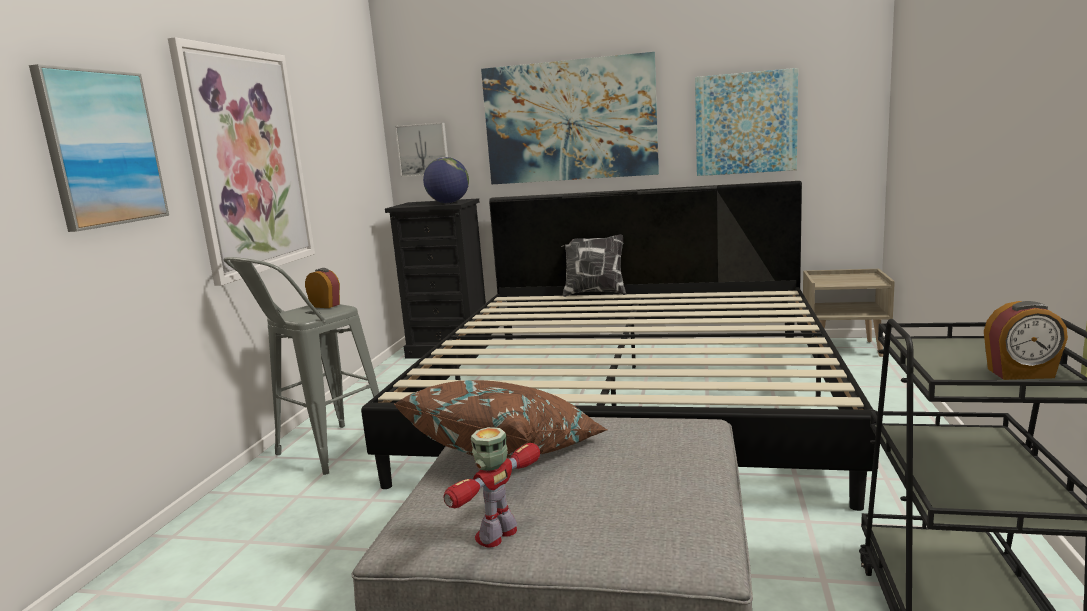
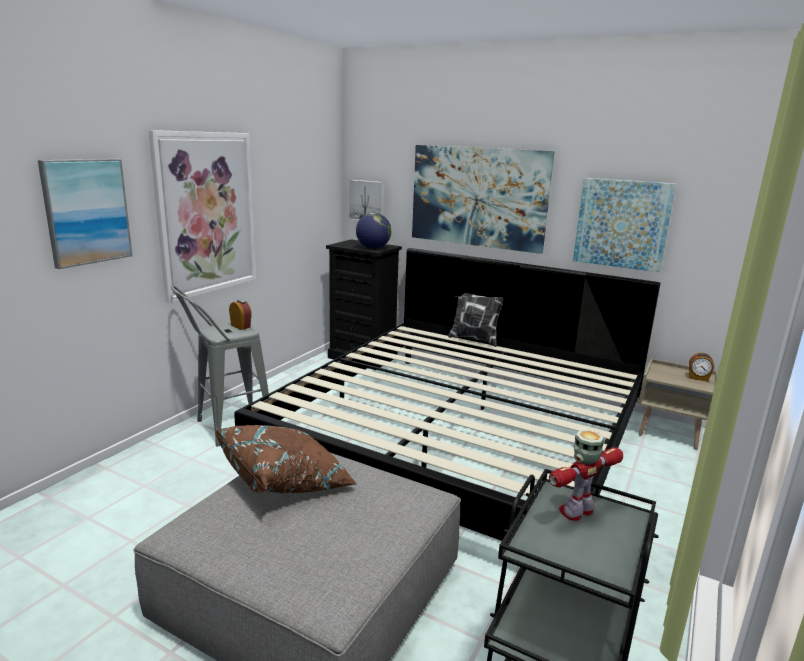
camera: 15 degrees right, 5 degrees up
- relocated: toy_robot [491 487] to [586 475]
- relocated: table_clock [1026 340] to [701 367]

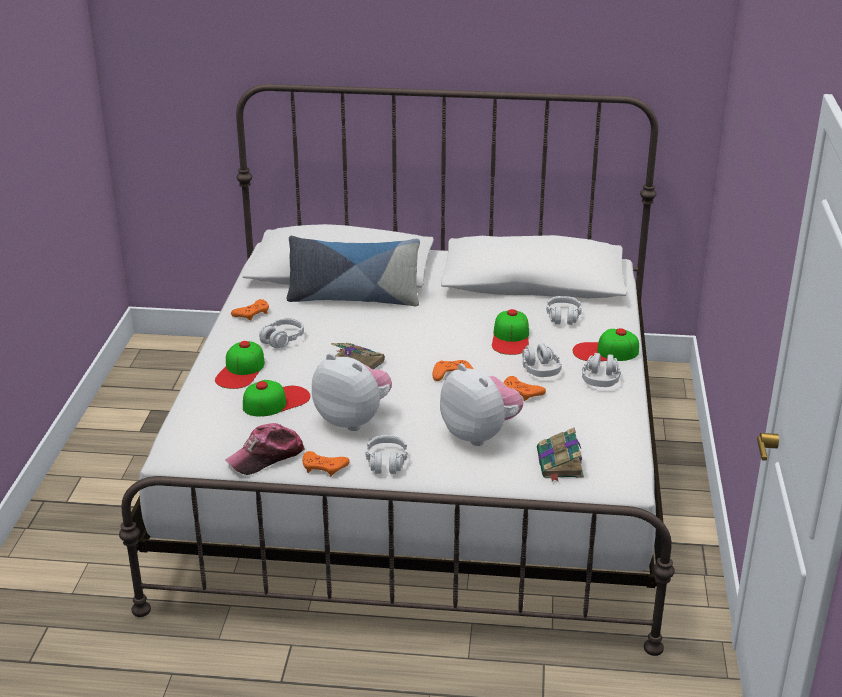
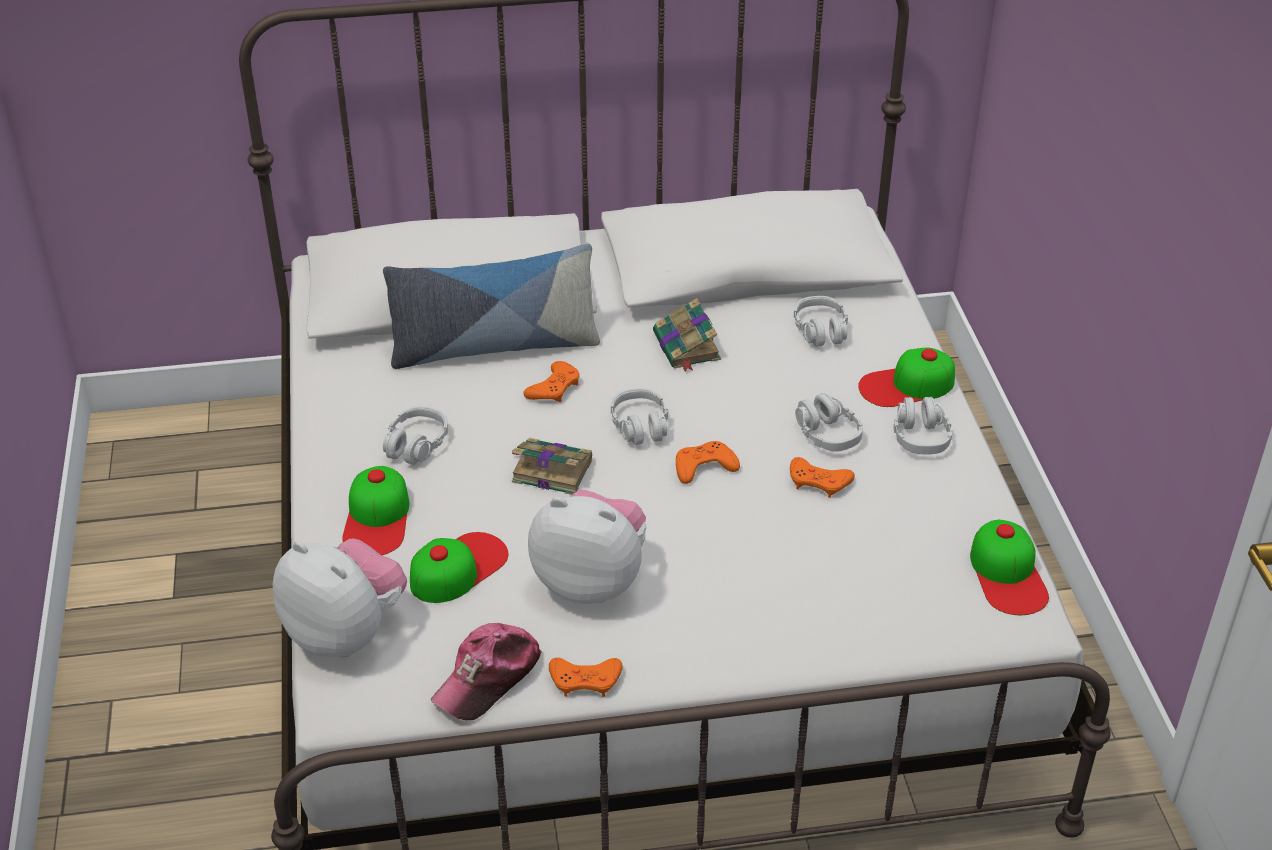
camera: 15 degrees left, 10 degrees up
- relocated: orangey_gamepad [250 310] to [551 381]
- relocated: greyish_headphones [386 454] to [639 416]
- relocated: cuddly_toy [481 405] to [340 597]
- relocated: baseball_cap [510 332] to [1009 567]
- relocated: book [560 455] to [687 335]

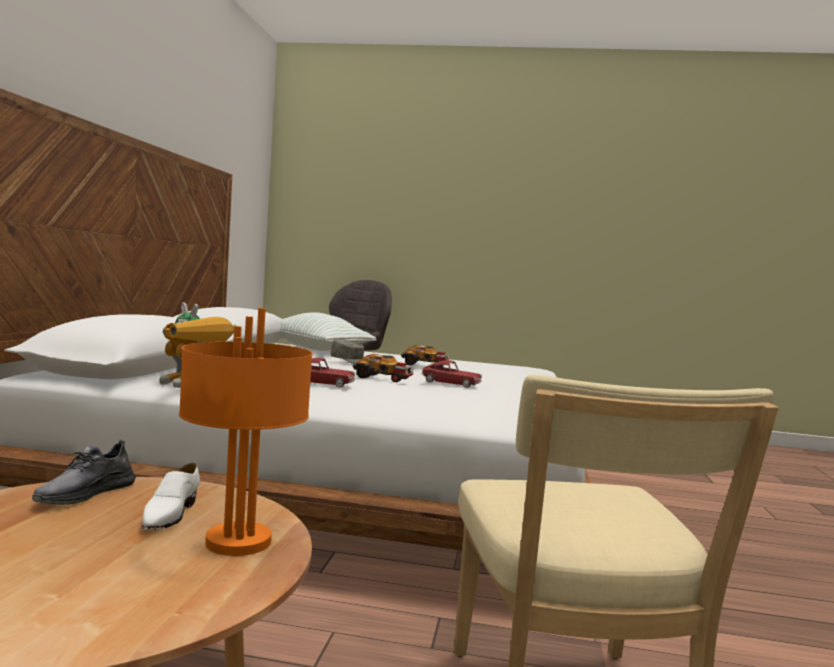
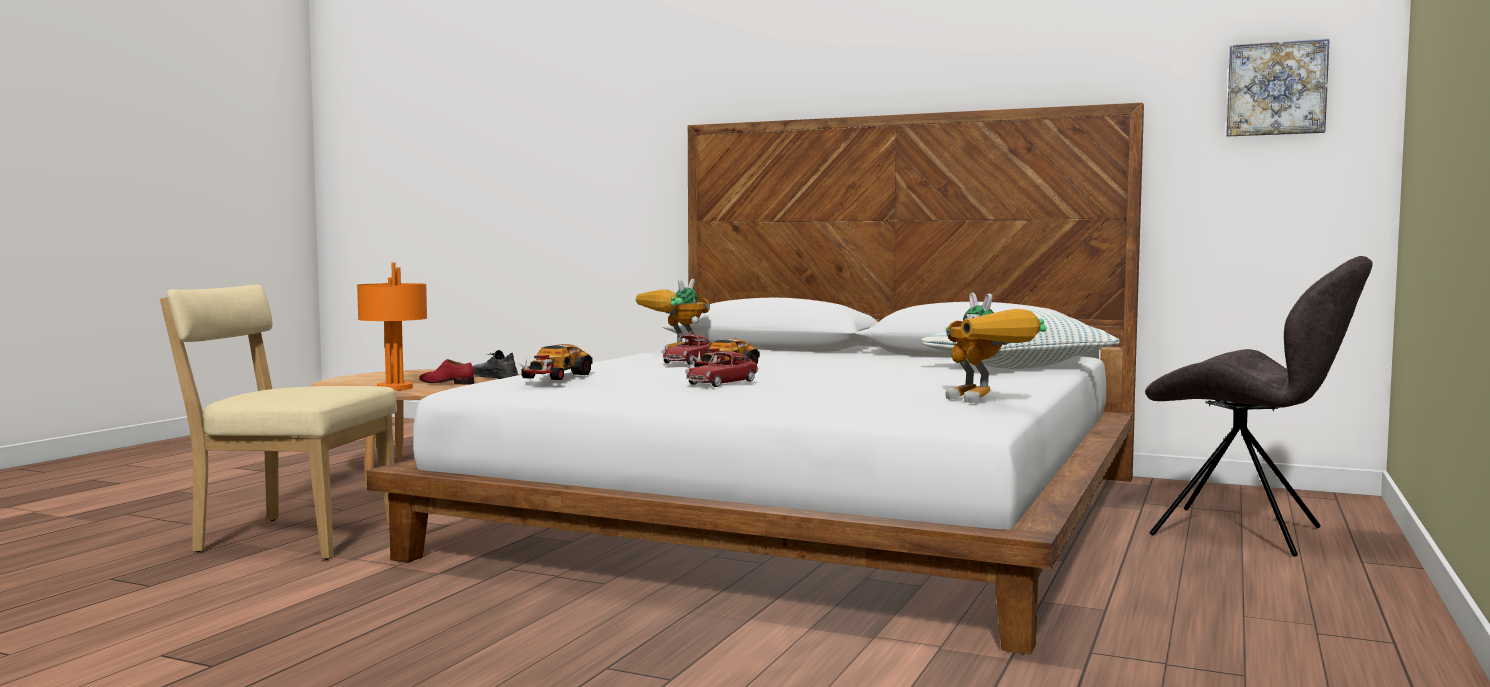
camera: 105 degrees right, 0 degrees up
- missing: greyish_baseball_cap [347 351]
- appeared: toy_robot [996 348]
- appeared: wall_picture [1278 88]
- relocated: miniature_car [425 356] to [556 362]
- colour: whitish_item_of_footwear [171 496] to red_item_of_footwear [446 372]

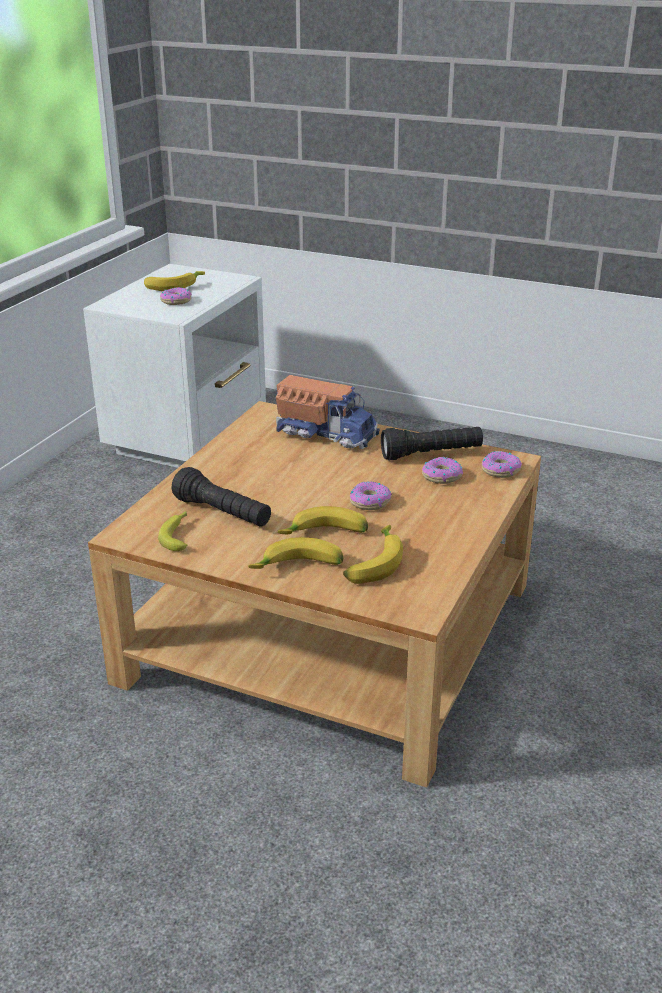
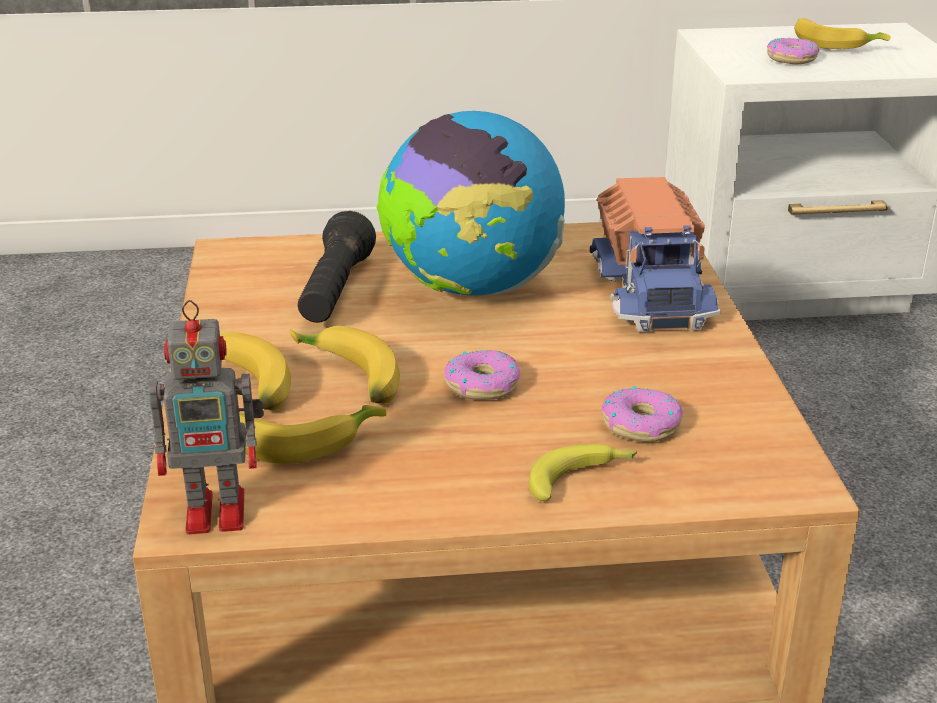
camera: 60 degrees right, 0 degrees up
- missing: black-coloured_flashlight [432 443]
- missing: ring_doughnut [502 464]
- appeared: toy_robot [206 417]
- appeared: desk_globe [470 203]
- relocated: banana_fruit [172 531] to [583 472]

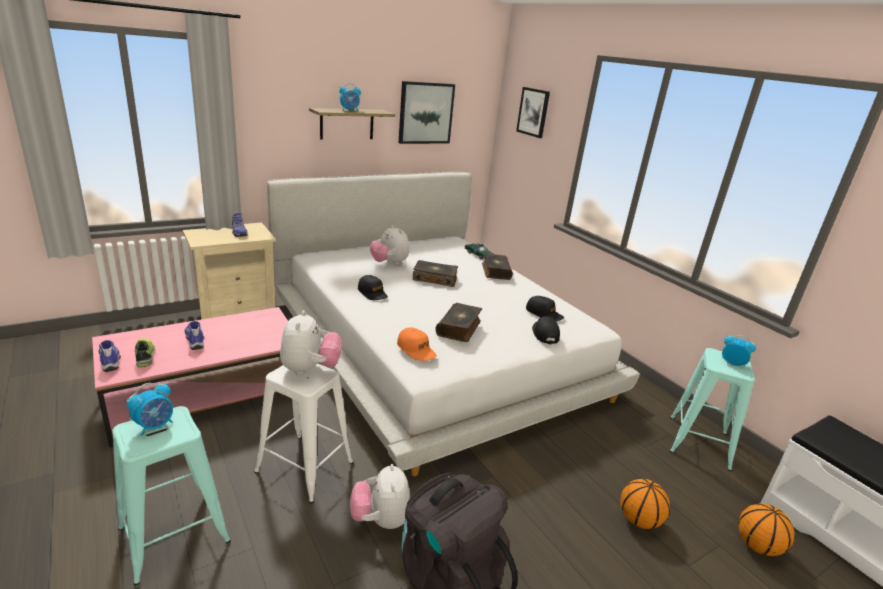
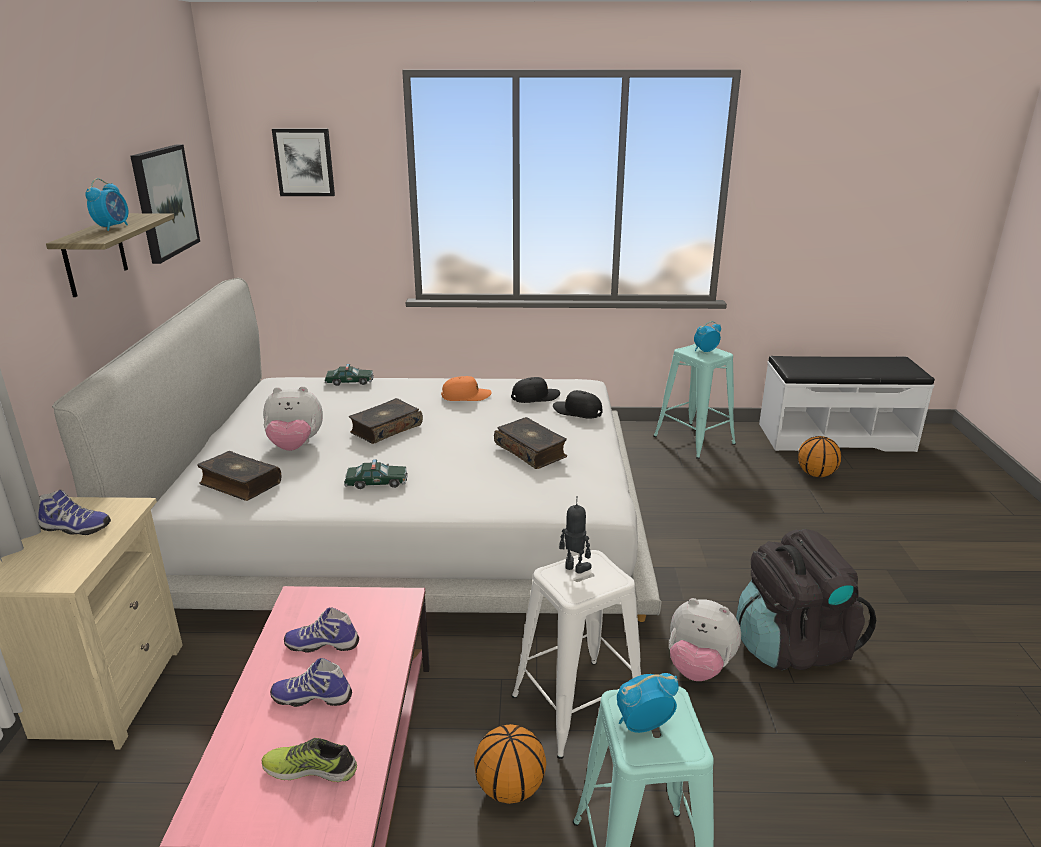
camera: 55 degrees left, 0 degrees up
- relocated: item_of_footwear [110 356] to [321 630]
- relocated: orangey_baseball_cap [417 344] to [466 388]
- relocated: book [497 266] to [239 476]
- relocated: ball_for_basketball [645 504] to [510 764]
- exchanged: cuddly_toy [311 342] to toy_robot [575 535]
- exchanged: black-coloured_baseball_cap [373 287] to miniature_car [376 474]
- spun: table_clock [150 409] = [648 703] 90 degrees counterclockwise

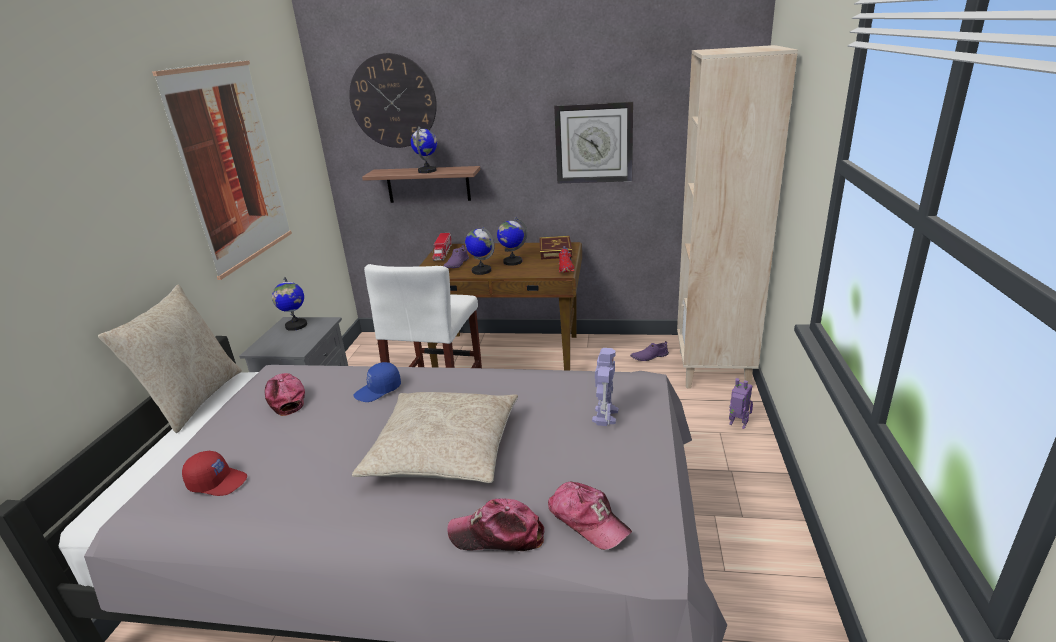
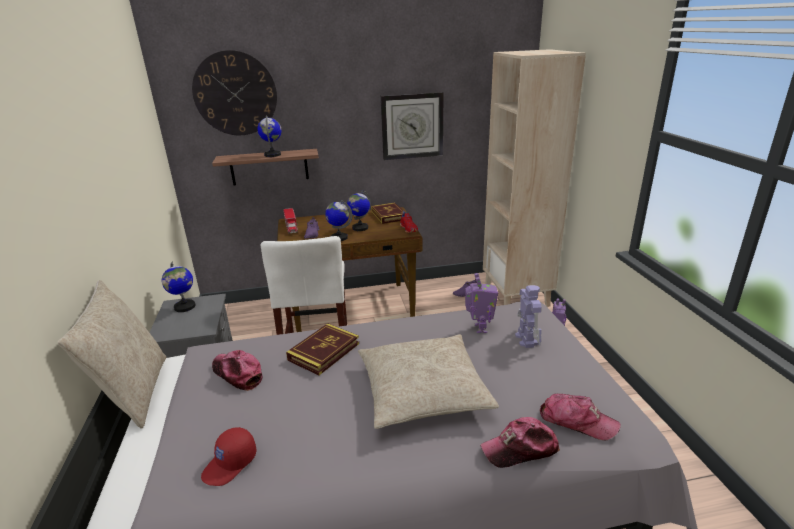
camera: 20 degrees left, 0 degrees up
- missing: wall_picture [222 170]
- appeared: toy_robot [481 303]
- exchanged: blue_baseball_cap [377 382] to book [322 349]
- spun: red_baseball_cap [214 473] = [229 456] 135 degrees clockwise

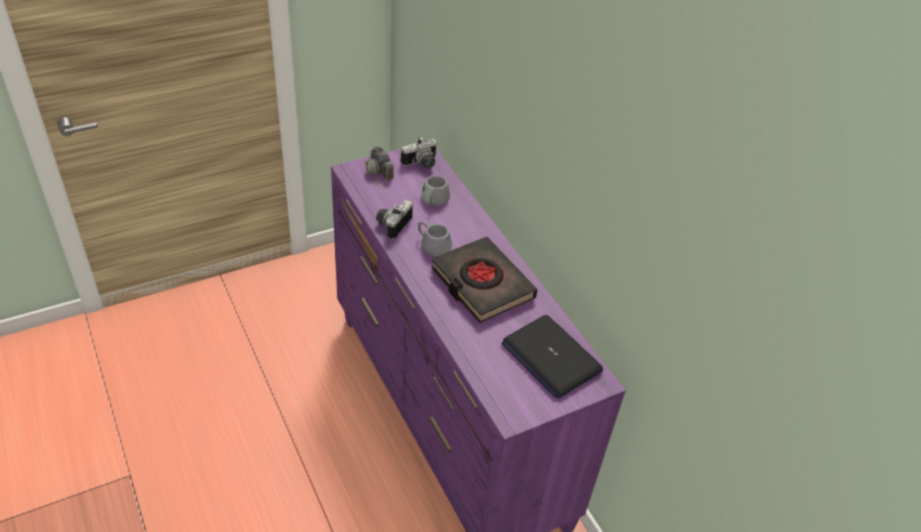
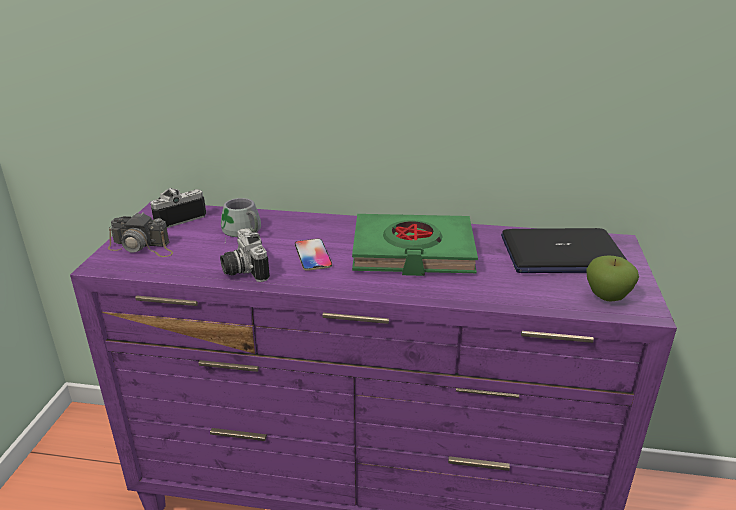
camera: 50 degrees left, 15 degrees down
- appeared: whole_apple [612 278]
- exchanged: greyish_tea_mug [435 238] to telephone [313 255]
- colour: black-coloured_book [484 279] to green_book [415 245]
- spun: photo_camera [419 153] = [178 208] 135 degrees counterclockwise

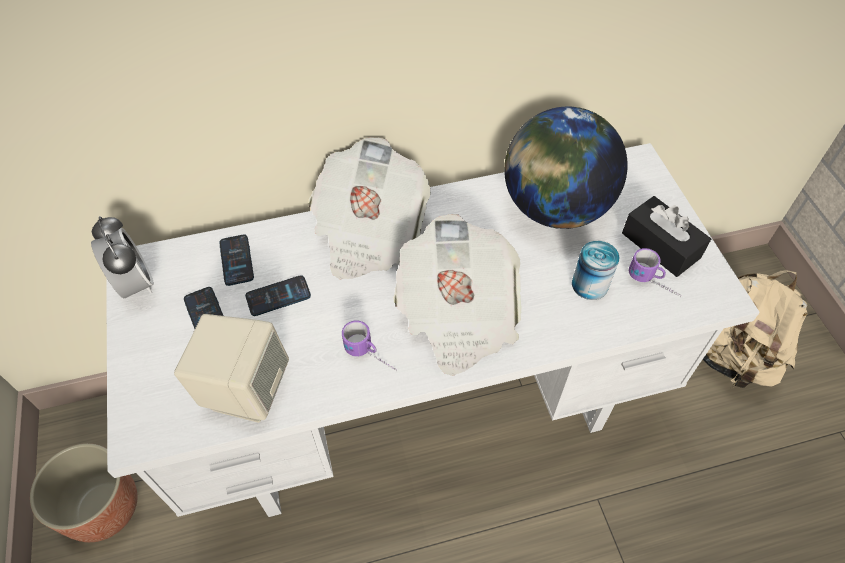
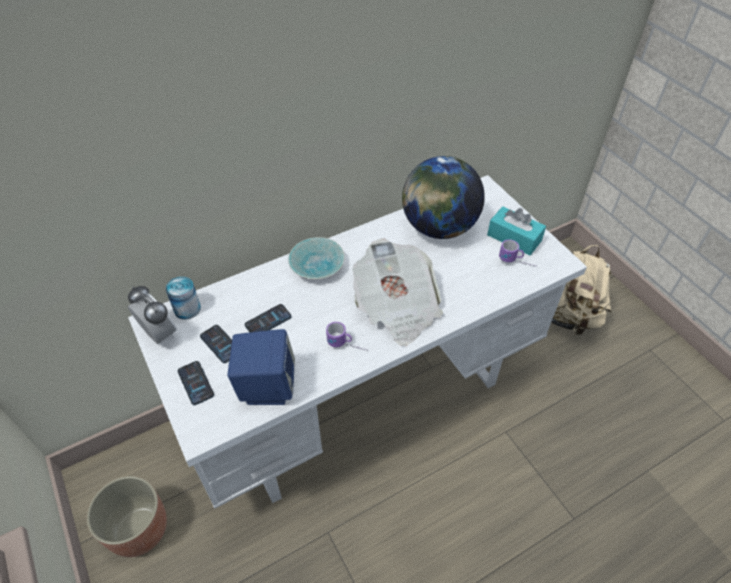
camera: 15 degrees left, 5 degrees down
- relocated: telephone [236 260] to [196 383]
- relocated: metal_can [595 270] to [183 298]
- exchanged: daily_paper [370 208] to turquoise-coloured_bowl [316 258]
- colour: beige_speaker [231 368] to blue_speaker [261 367]
- colour: black-coloured_tissue_box [666 236] to turquoise-coloured_tissue_box [516 230]

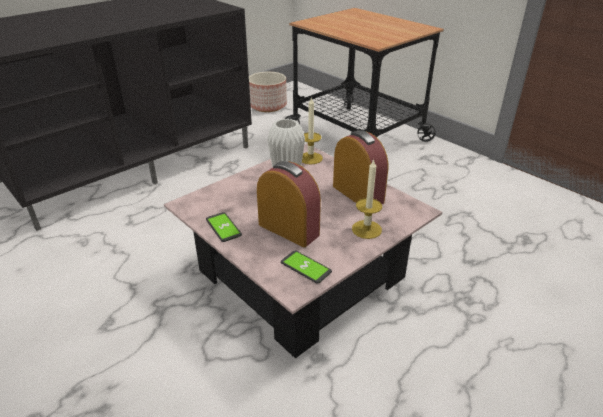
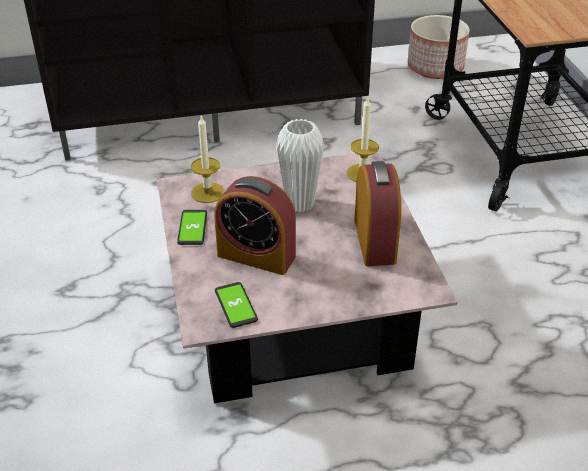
camera: 30 degrees right, 5 degrees up
- relocated: candle [367 199] to [207 159]
- spun: table_clock [289 204] = [255 225] 135 degrees clockwise

